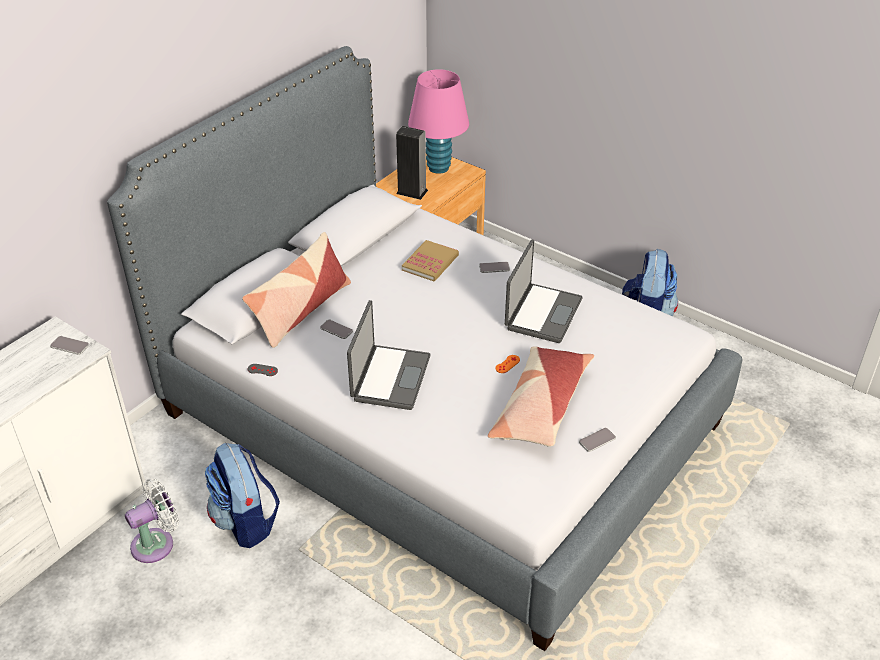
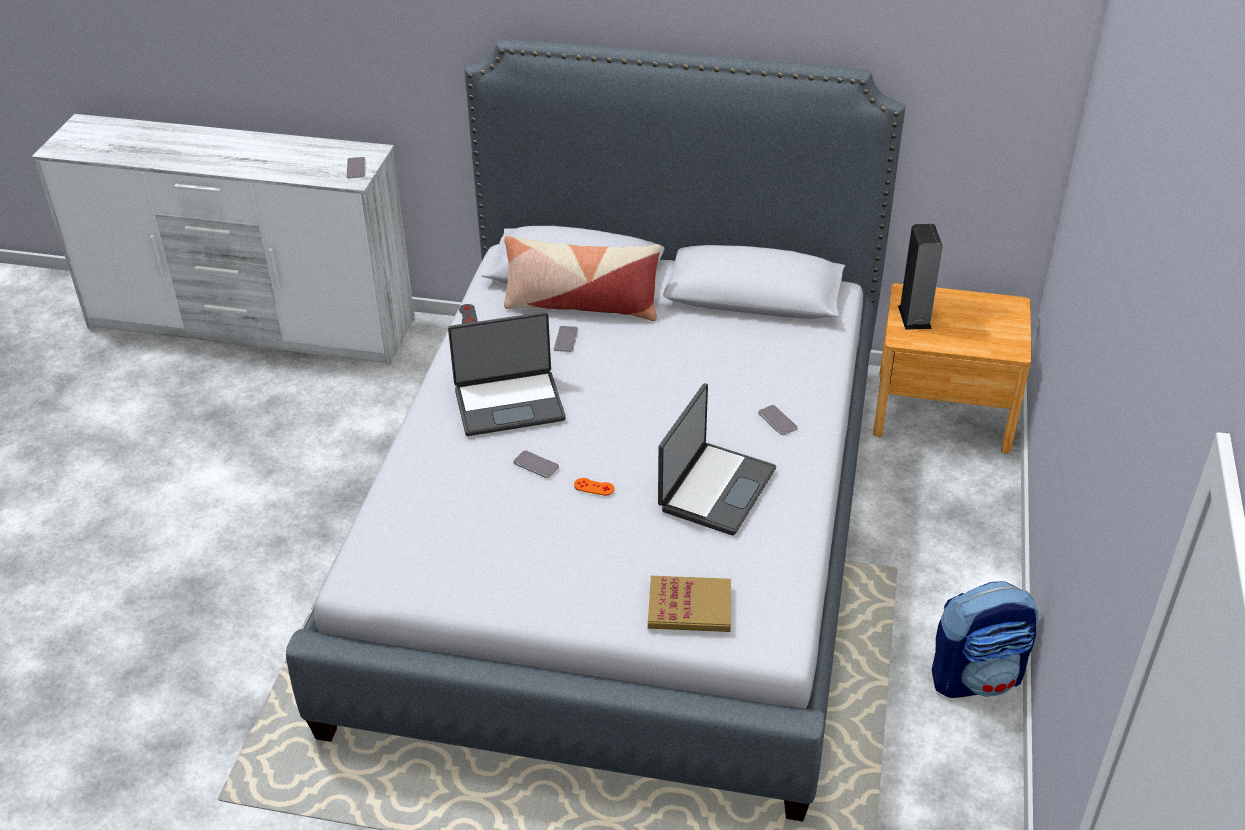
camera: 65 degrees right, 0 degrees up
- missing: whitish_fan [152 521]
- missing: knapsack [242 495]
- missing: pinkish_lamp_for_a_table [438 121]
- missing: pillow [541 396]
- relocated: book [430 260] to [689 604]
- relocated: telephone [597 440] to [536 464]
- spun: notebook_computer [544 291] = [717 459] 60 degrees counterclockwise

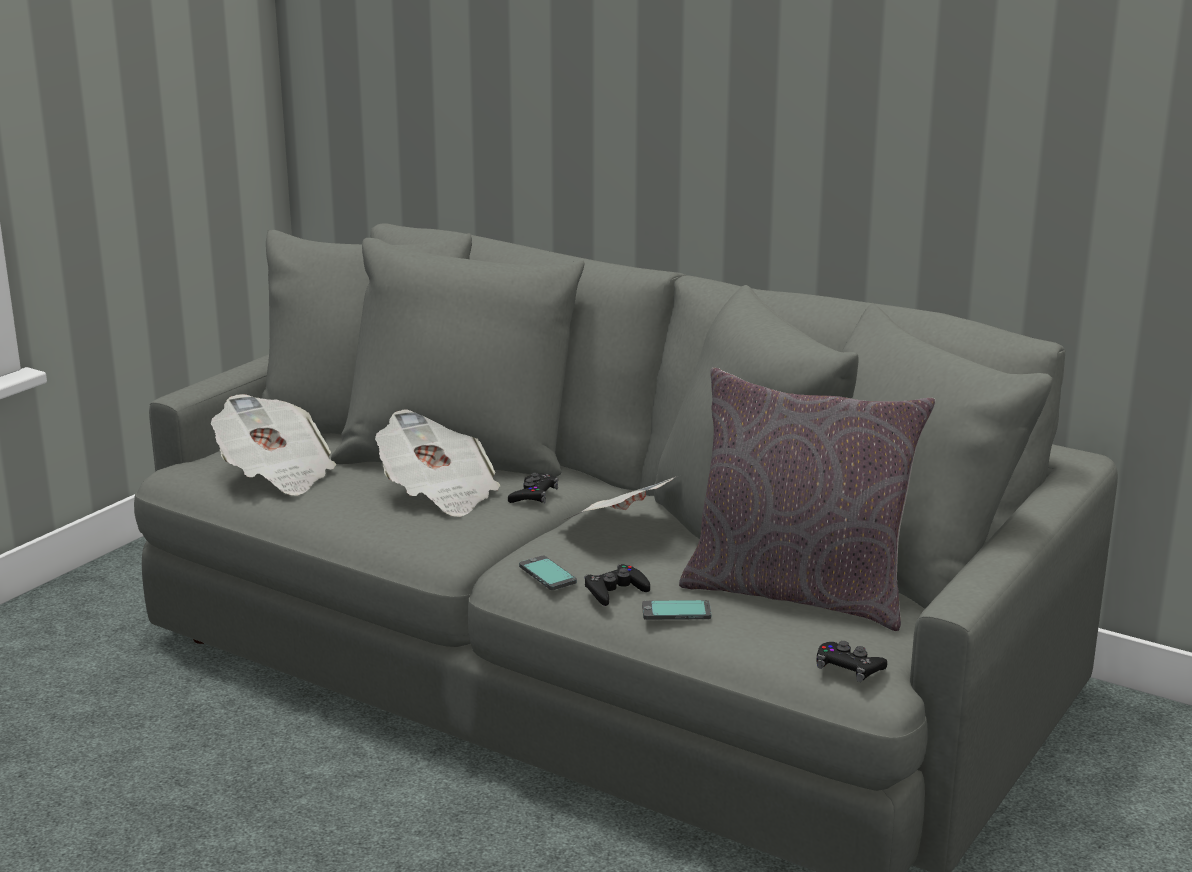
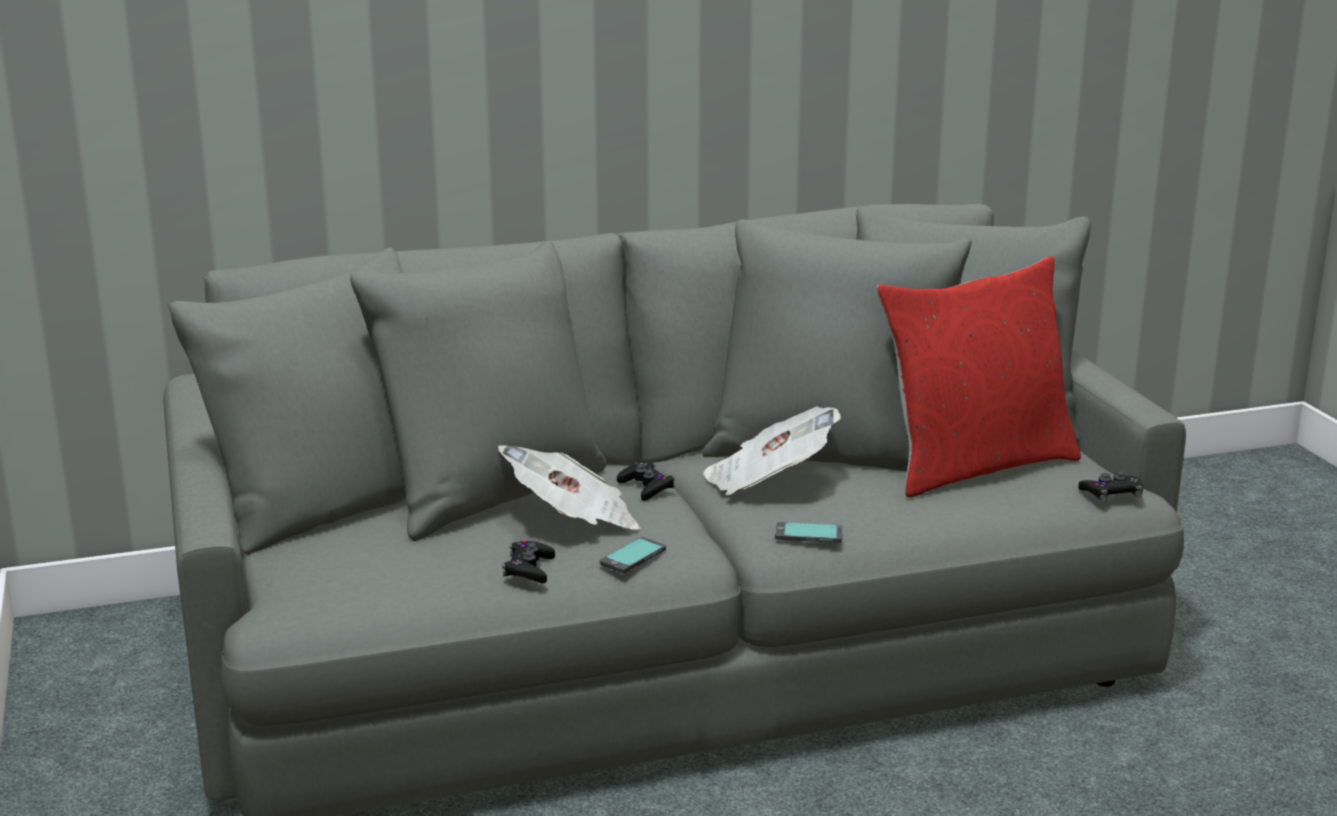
camera: 50 degrees left, 0 degrees up
- missing: daily_paper [273 445]
- relocated: black-coloured_gamepad [617 585] to [528 562]
- relocated: telephone [676 610] to [633 555]
- colour: greyish_pillow [807 499] to red_pillow [978 376]

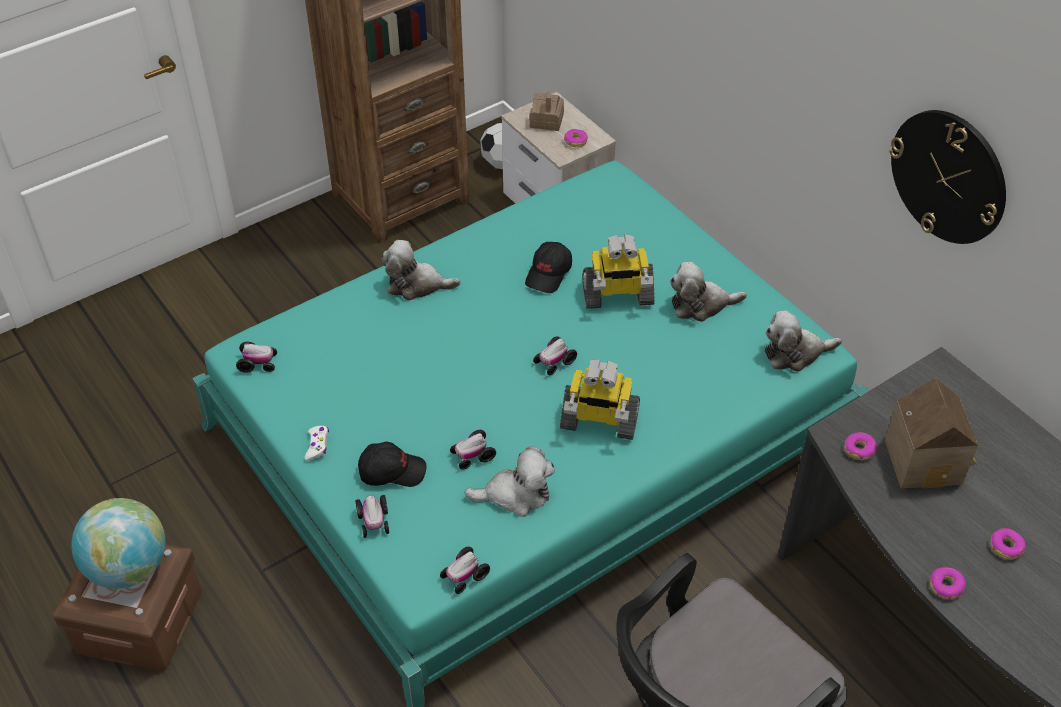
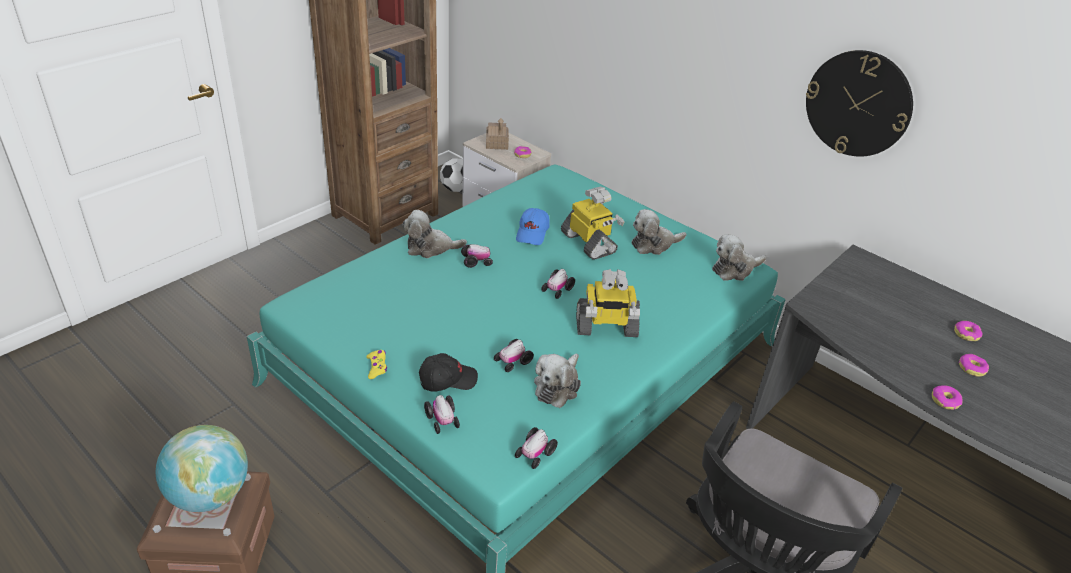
camera: 15 degrees left, 10 degrees down
- missing: toy_house [931 433]
- relocated: miniature_car [256 357] to [477 256]
- relocated: ring_doughnut [860 446] to [968 331]
- colour: whitish_gamepad [317 443] to yellow_gamepad [376 364]
- colour: black-coloured_baseball_cap [548 267] to blue_baseball_cap [533 226]
- spun: cuddly_toy [509 481] = [557 380] 135 degrees clockwise
- spun: toy_robot [619 271] = [593 223] 105 degrees counterclockwise

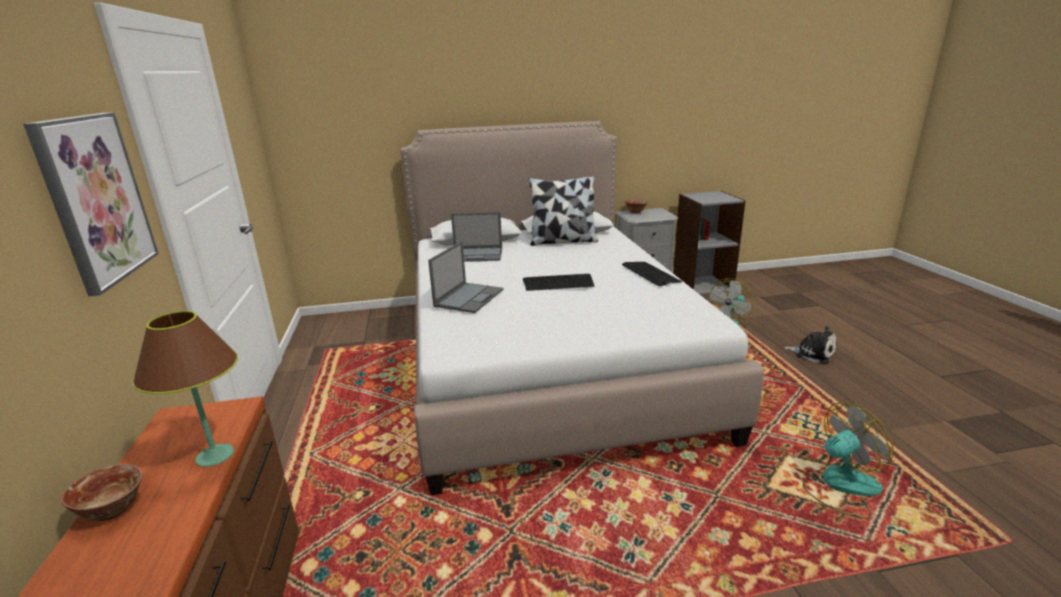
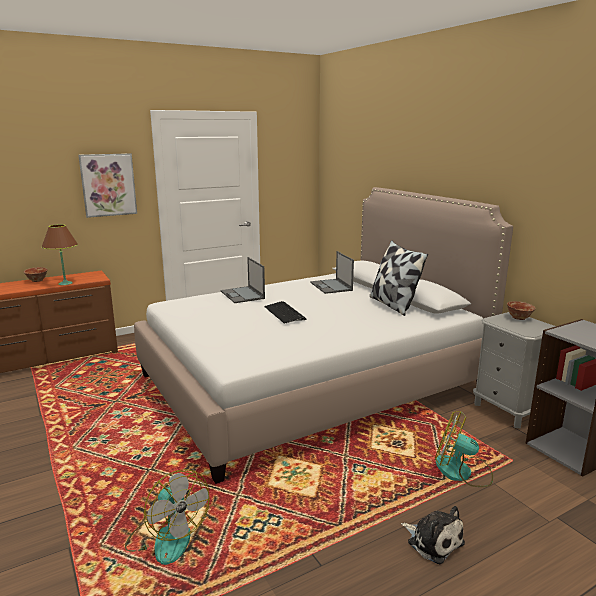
camera: 70 degrees right, 5 degrees down
- missing: keyboard [652 274]
- spun: notebook_computer [466 277] = [243 280] 60 degrees clockwise
- spun: cuddly_toy [810 345] = [433 535] 60 degrees counterclockwise

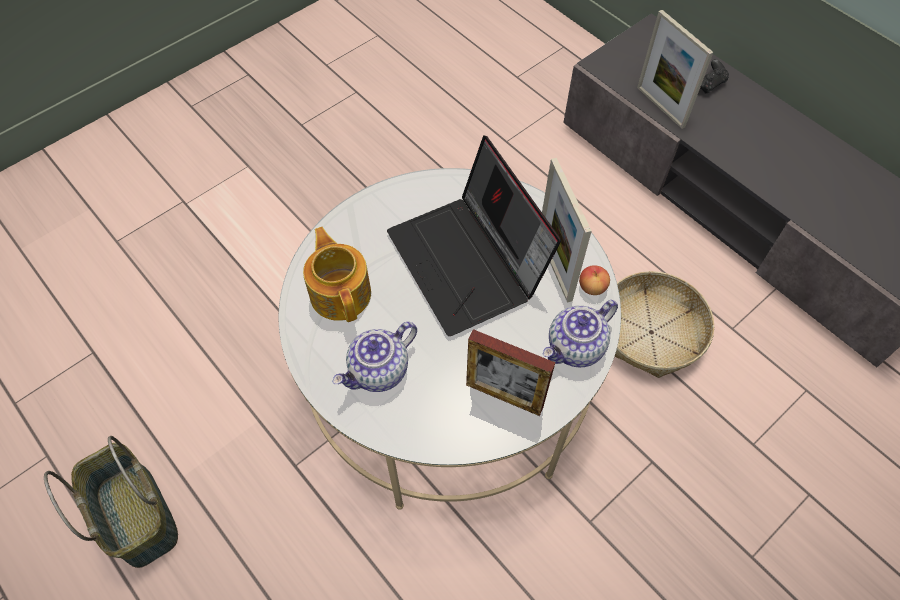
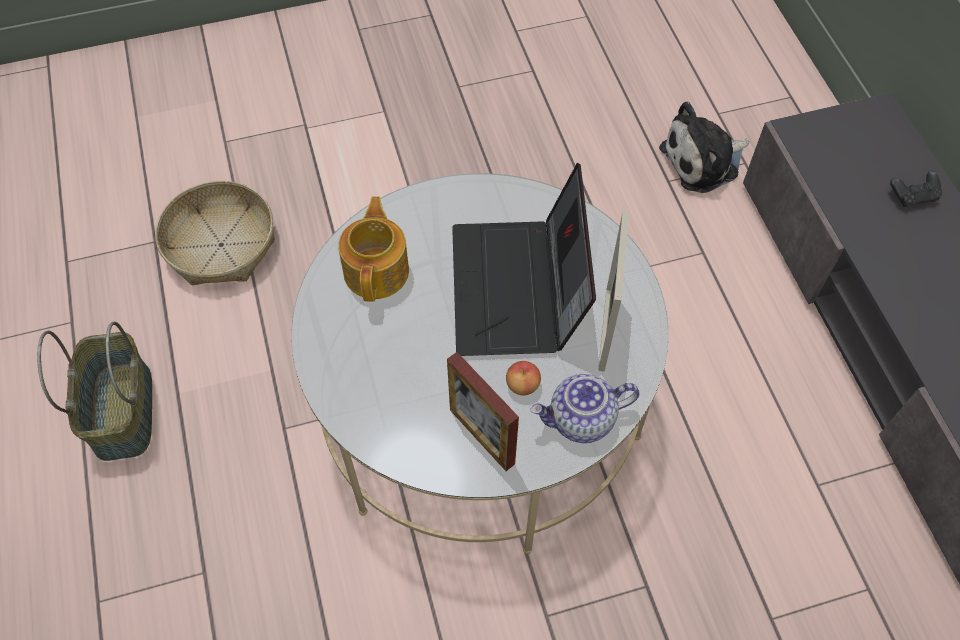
camera: 25 degrees right, 0 degrees up
- missing: teapot [374 357]
- missing: photo_frame [675 69]
- appeared: cuddly_toy [704 147]
- relocated: whole_apple [594 280] to [523 378]
- relocated: household_basket [664 324] to [215 233]

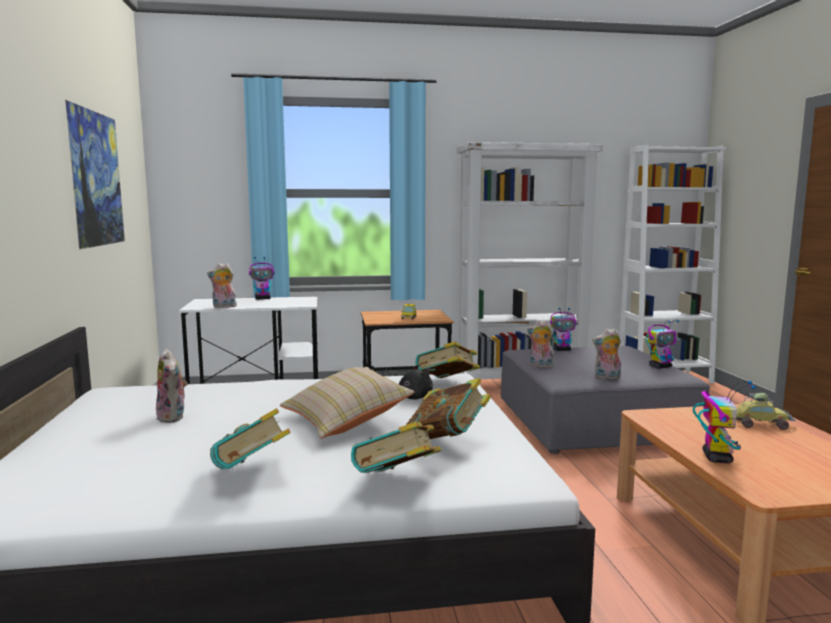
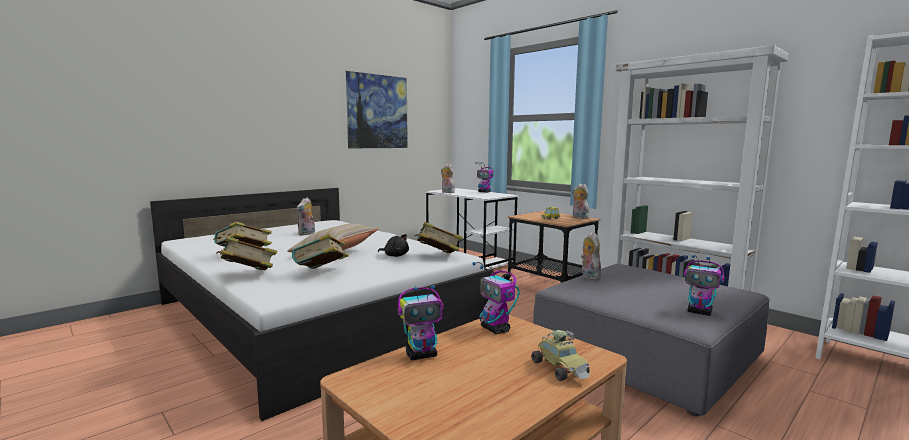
camera: 55 degrees right, 0 degrees up
- relocated: toy_robot [563 329] to [496 298]
- relocated: cuddly_toy [607 353] to [580 201]

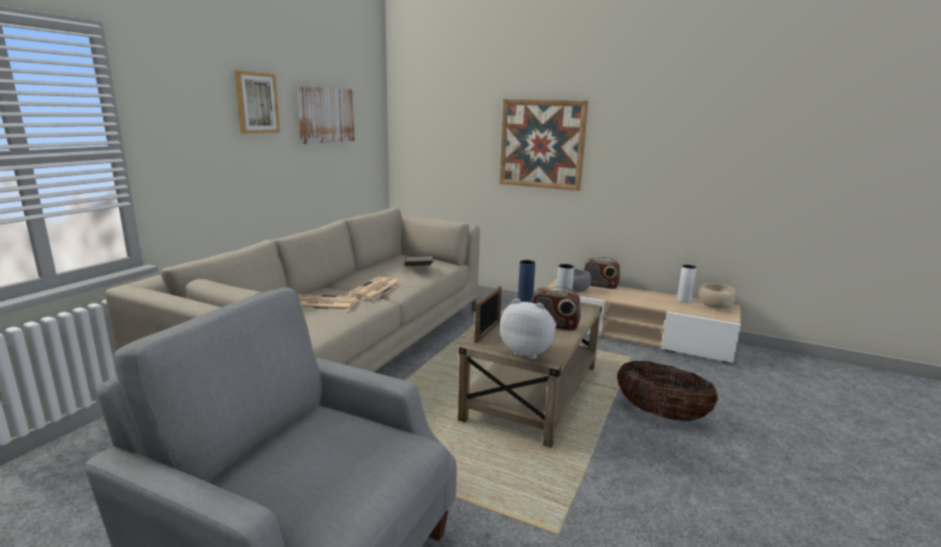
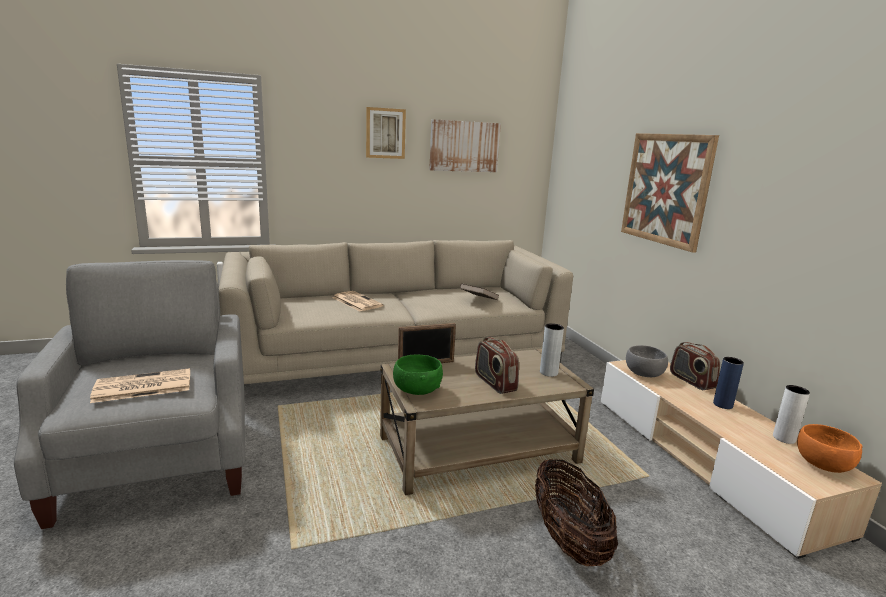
camera: 45 degrees right, 0 degrees up
- relocated: daily_paper [374 288] to [140 385]
- relocated: blue_flower_vase [526 281] to [728 383]
- exchanged: cuddly_toy [528 328] to green_bowl [418 375]
- colour: beige_bowl [717 296] to orangey_bowl [829 448]

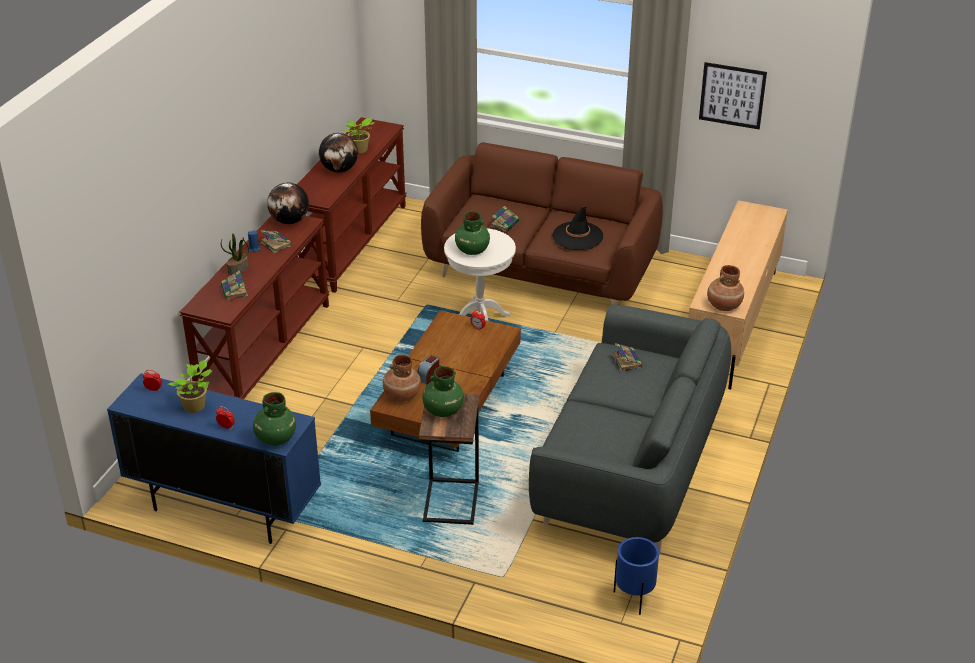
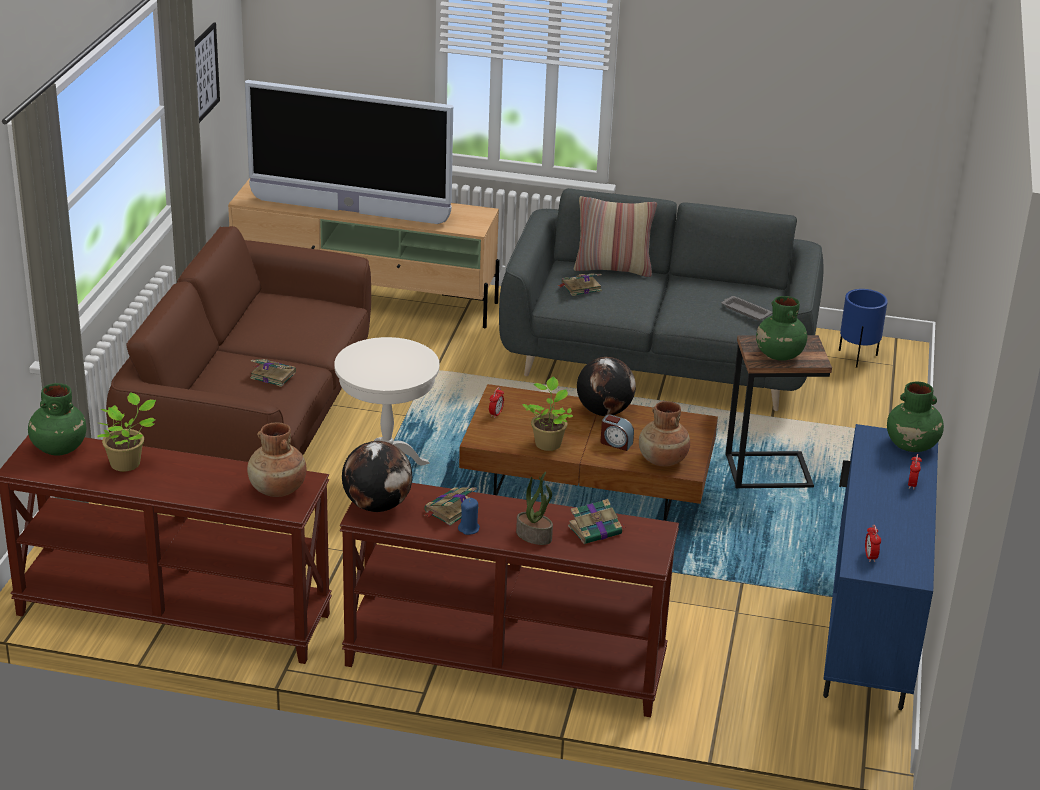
camera: 100 degrees left, 5 degrees down
- missing: black-coloured_clothing_hat [577 228]
- appeared: television [349 152]
- appeared: pillow [615 236]
- appeared: greyish_serving_tray [747 308]
- relocated: houseplant [190 386] to [547 413]
- relocated: desk_globe [338 153] to [606 386]
- relocated: green_flower_vase [472 233] to [57 419]
- relocated: brownish_flower_vase [725 288] to [276 459]

